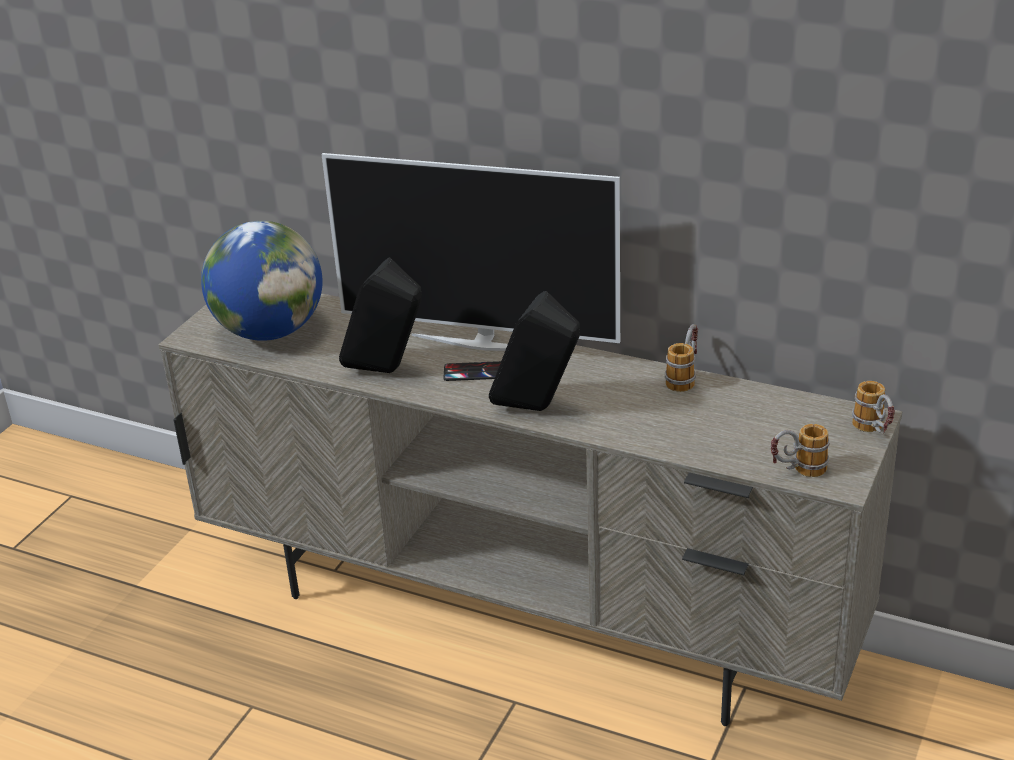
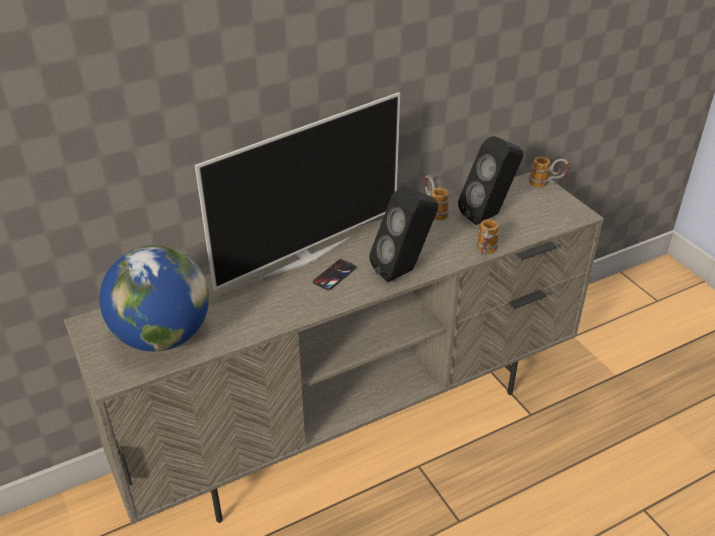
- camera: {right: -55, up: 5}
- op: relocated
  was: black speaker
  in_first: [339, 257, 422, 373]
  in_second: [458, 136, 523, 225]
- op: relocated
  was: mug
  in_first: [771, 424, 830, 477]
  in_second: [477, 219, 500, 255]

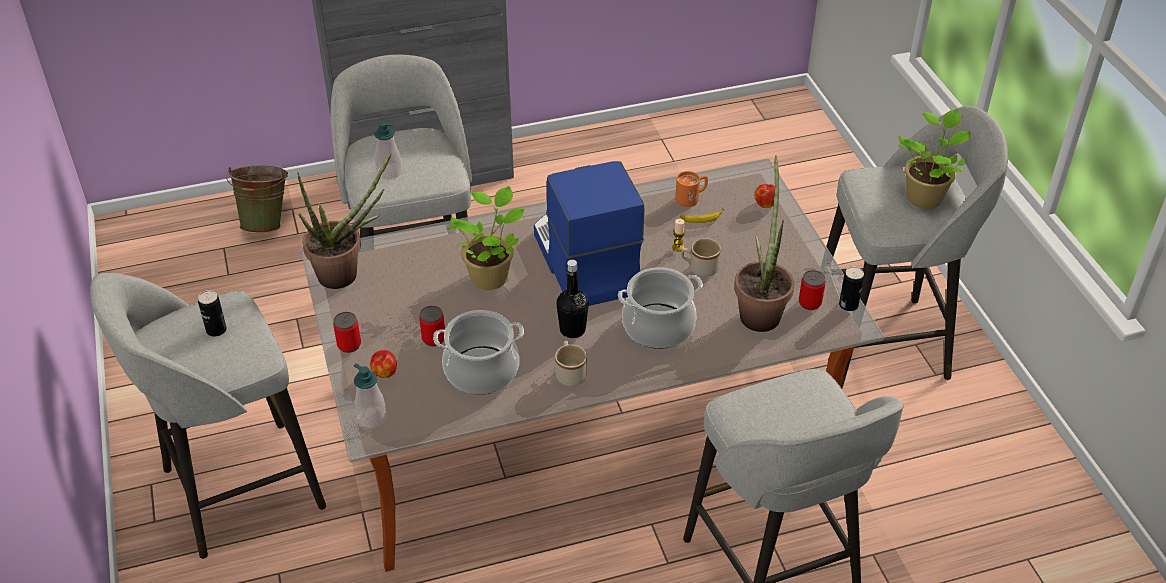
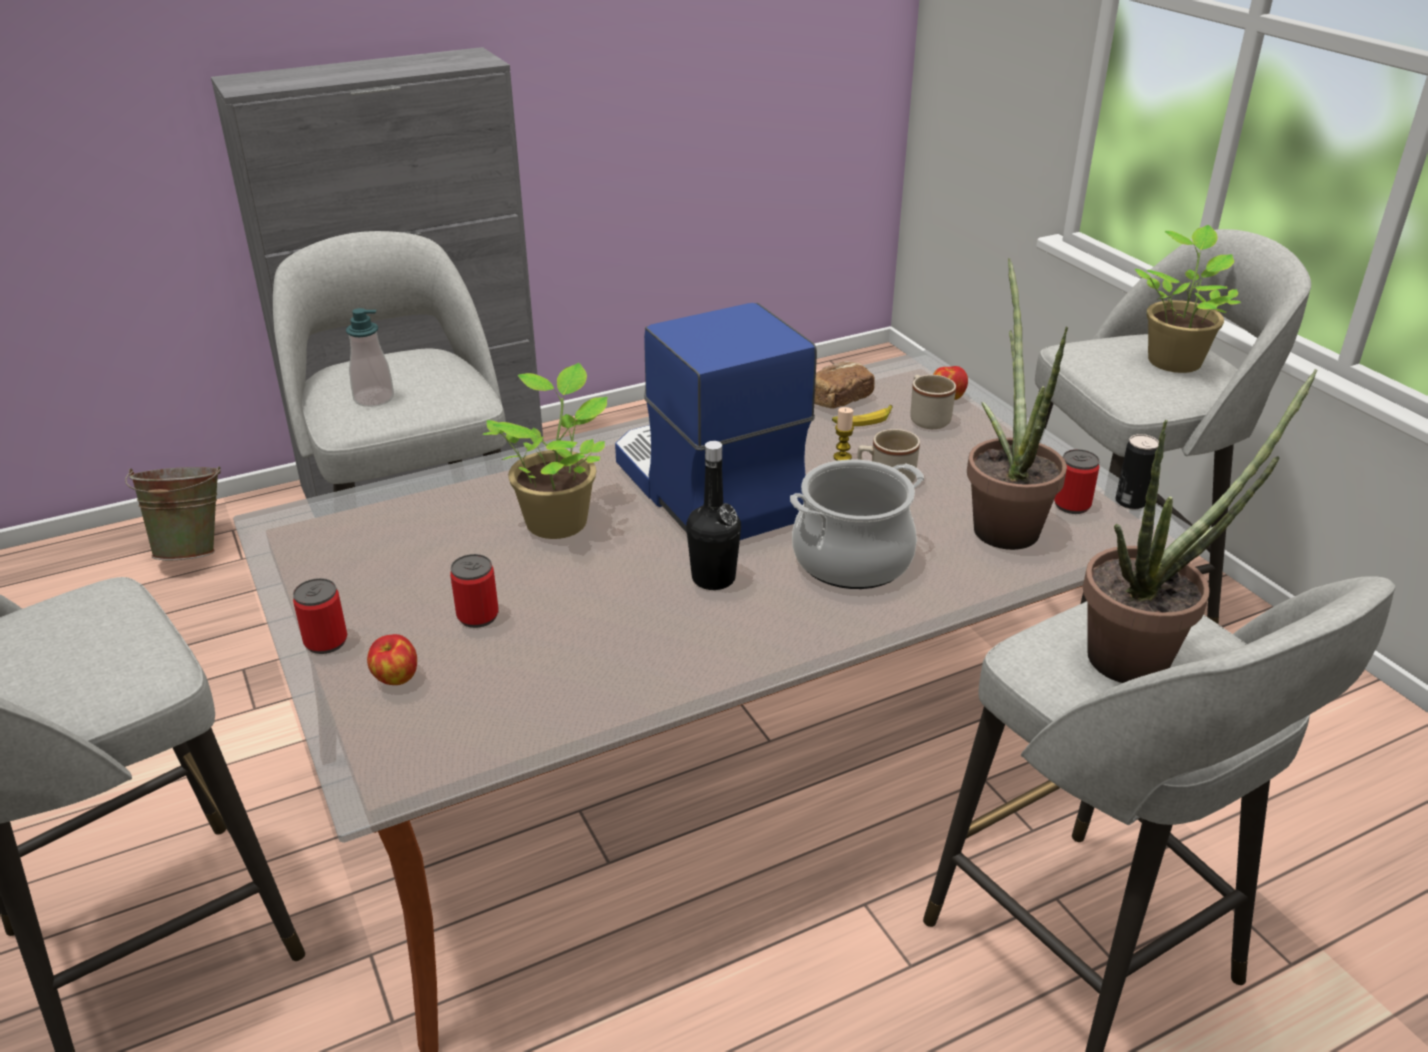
- camera: {right: -10, up: -10}
- op: missing
  was: can
  in_first: [198, 290, 227, 337]
- op: missing
  was: soap dispenser
  in_first: [353, 364, 387, 428]
- op: missing
  was: cooking pot
  in_first: [433, 310, 524, 395]
- op: relocated
  was: potted plant
  in_first: [297, 151, 392, 289]
  in_second: [1083, 369, 1317, 683]
- op: relocated
  was: beige mug
  in_first: [555, 341, 587, 386]
  in_second: [910, 375, 956, 429]
- op: exchanged
  was: orange mug
  now: bread
  in_first: [675, 171, 708, 207]
  in_second: [814, 361, 875, 409]

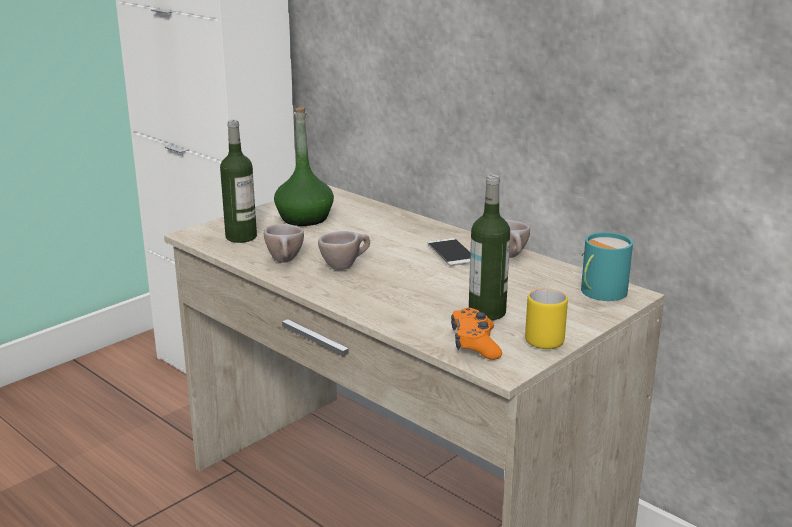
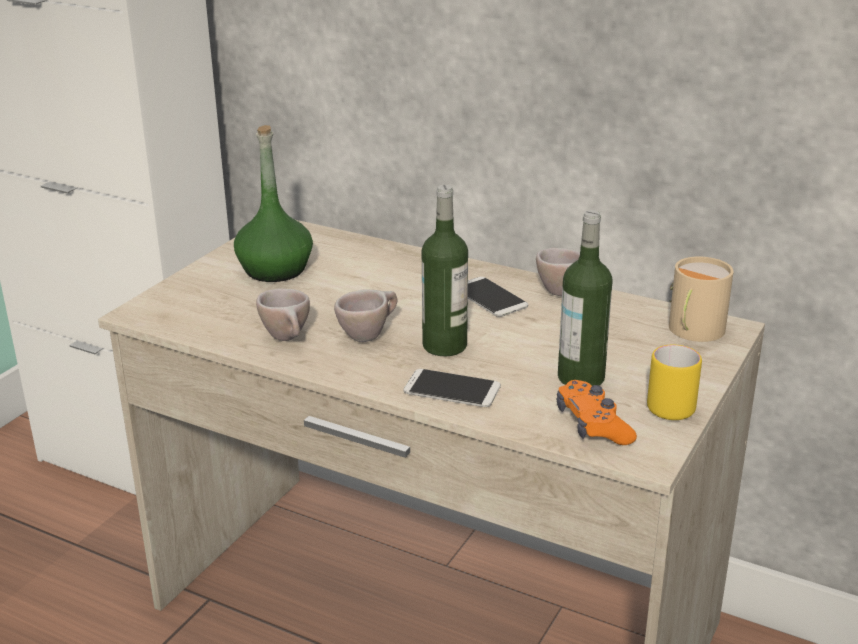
- camera: {right: -15, up: 5}
- op: appeared
  now: phone
  in_second: [403, 369, 501, 407]
- op: relocated
  was: bottle
  in_first: [220, 120, 257, 243]
  in_second: [422, 185, 468, 356]
- op: colour
  was: turquoise mug
  now: beige mug
  in_first: [581, 232, 633, 301]
  in_second: [669, 256, 734, 342]

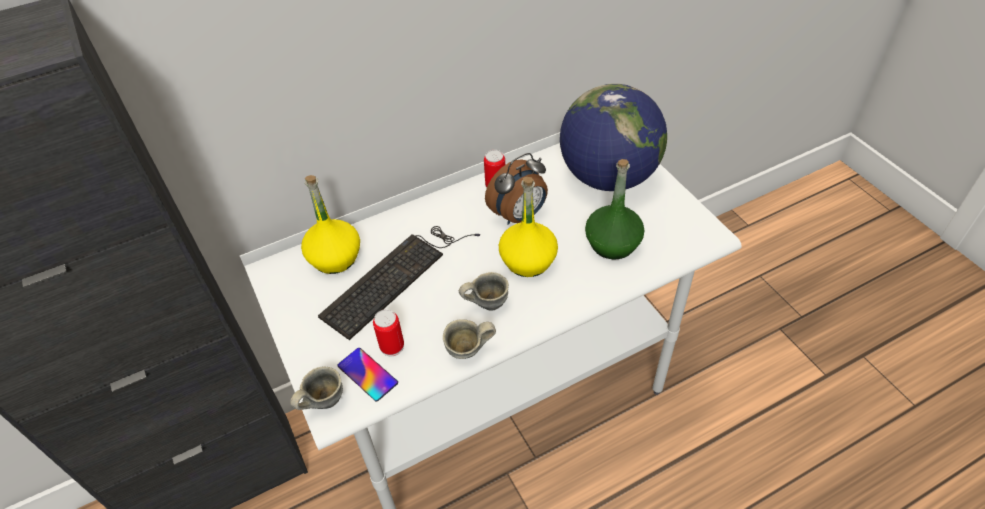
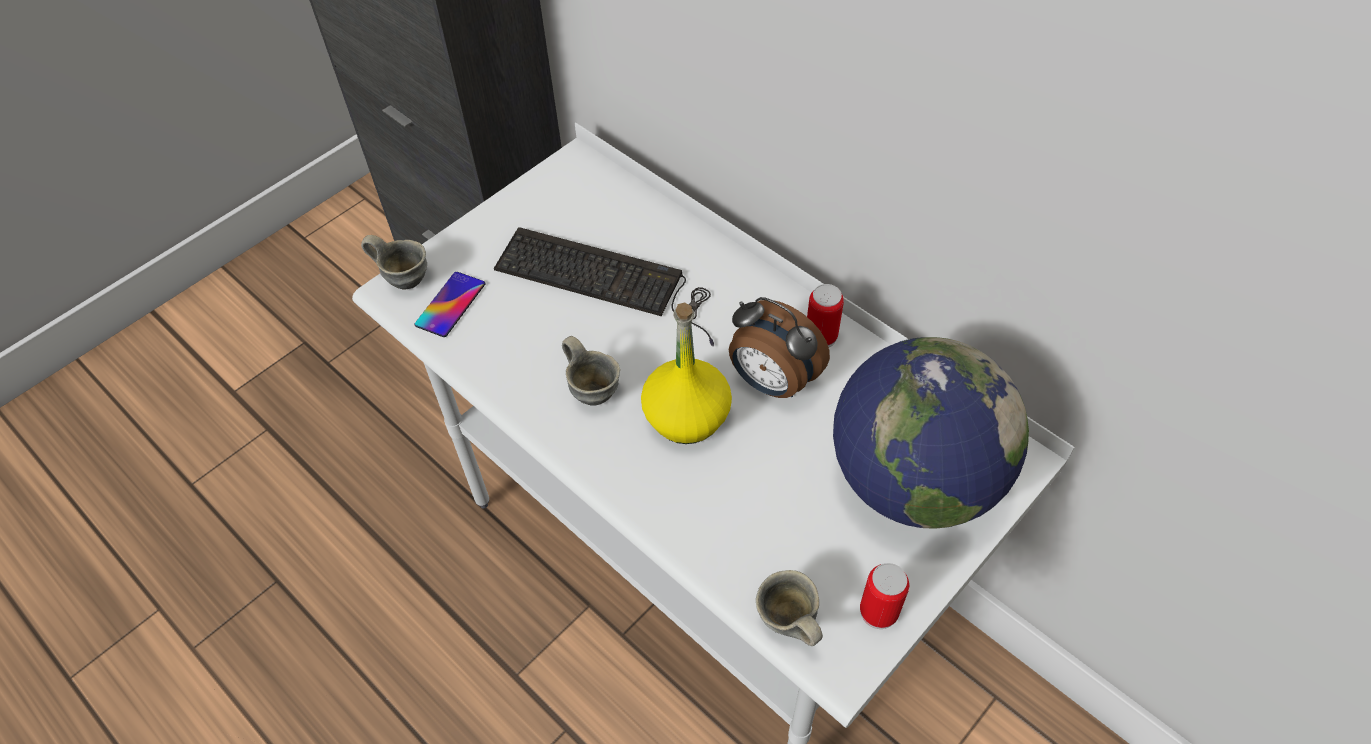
- camera: {right: 70, up: 5}
- op: missing
  was: yellow bottle
  in_first: [301, 175, 360, 274]
- op: missing
  was: green bottle
  in_first: [585, 159, 644, 260]
- op: relocated
  was: can
  in_first: [373, 309, 404, 356]
  in_second: [860, 563, 909, 629]
- op: relocated
  was: grey mug
  in_first: [443, 319, 496, 359]
  in_second: [756, 570, 823, 646]

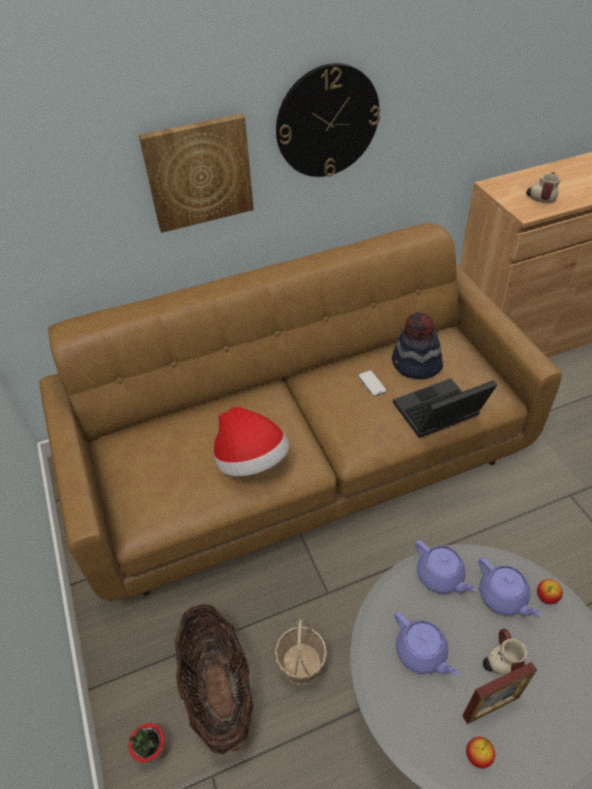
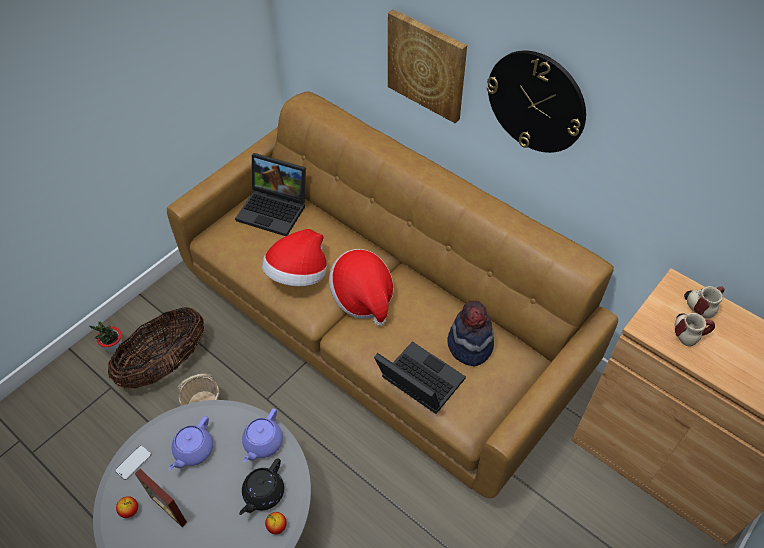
- camera: {right: 60, up: 5}
- op: appeared
  now: laptop
  in_second: [235, 153, 306, 236]
- op: appeared
  now: hat
  in_second: [329, 249, 394, 326]
- op: relocated
  was: phone
  in_first: [358, 370, 386, 396]
  in_second: [115, 445, 151, 480]
- op: relocated
  was: mug
  in_first: [483, 629, 527, 675]
  in_second: [684, 286, 725, 319]
- op: colour
  was: purple teapot
  now: black teapot
  in_first: [479, 557, 542, 616]
  in_second: [239, 458, 284, 515]

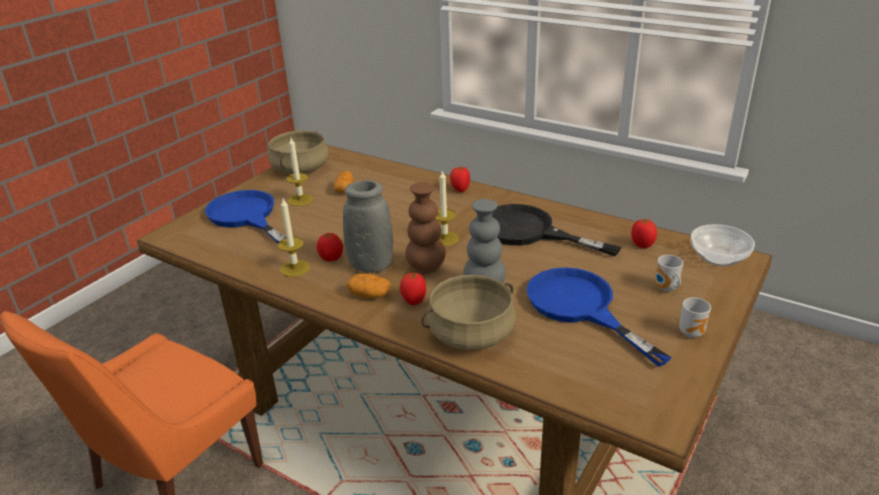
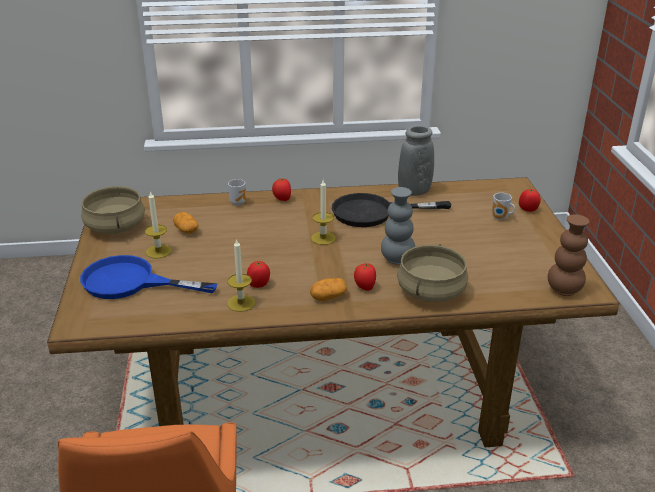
- camera: {right: -40, up: 0}
- op: missing
  was: blue frying pan
  in_first: [526, 267, 672, 367]
- op: missing
  was: bowl
  in_first: [691, 224, 755, 266]
- op: relocated
  was: grey vase
  in_first: [343, 180, 393, 273]
  in_second: [398, 126, 434, 196]
- op: relocated
  was: brown vase
  in_first: [405, 182, 446, 273]
  in_second: [548, 214, 590, 296]
- op: relocated
  was: tomato
  in_first: [631, 219, 657, 248]
  in_second: [519, 189, 541, 212]
- op: relocated
  was: mug
  in_first: [679, 297, 711, 338]
  in_second: [228, 179, 246, 206]

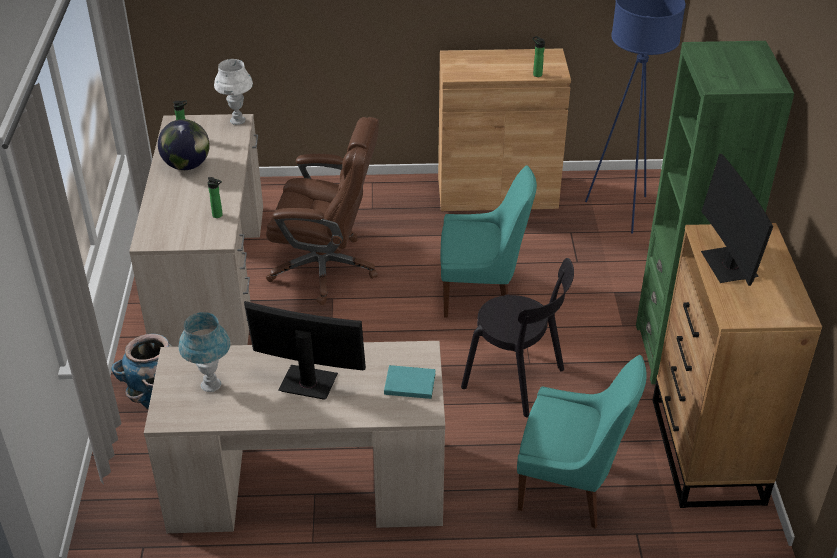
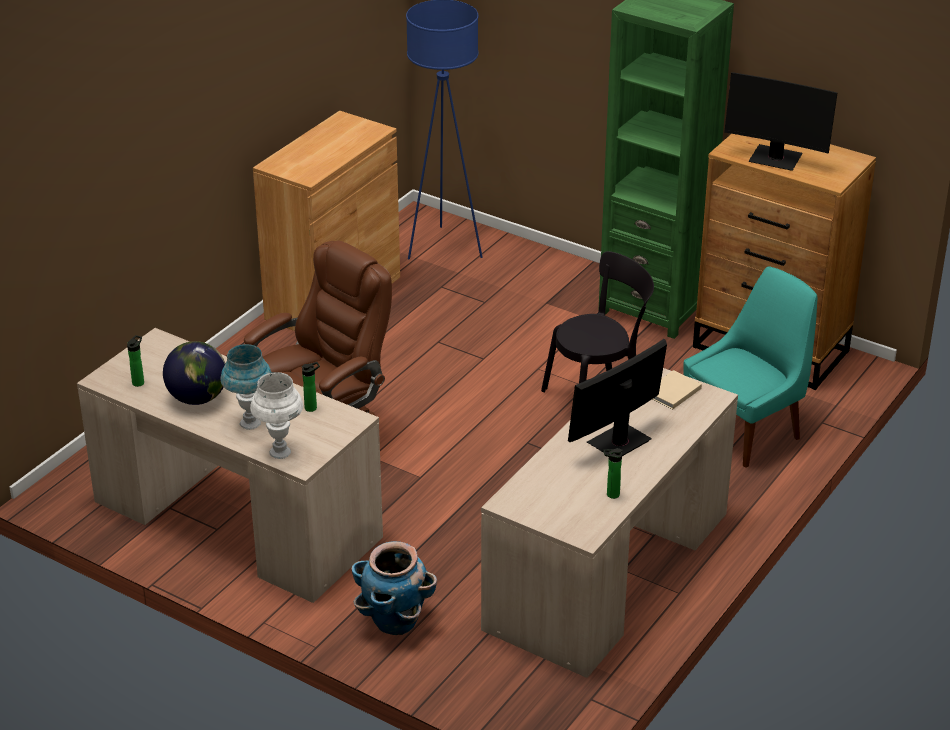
- camera: {right: -55, up: -5}
- op: missing
  was: turquoise chair
  in_first: [440, 165, 537, 318]
- op: relocated
  was: blue table lamp
  in_first: [179, 312, 230, 392]
  in_second: [221, 344, 272, 430]
- op: relocated
  was: white table lamp
  in_first: [214, 59, 253, 125]
  in_second: [250, 372, 303, 459]
- op: relocated
  was: bottle
  in_first: [532, 36, 545, 77]
  in_second: [604, 448, 623, 499]
- op: colour
  was: turquoise book
  now: beige book
  in_first: [384, 365, 436, 399]
  in_second: [653, 370, 702, 409]

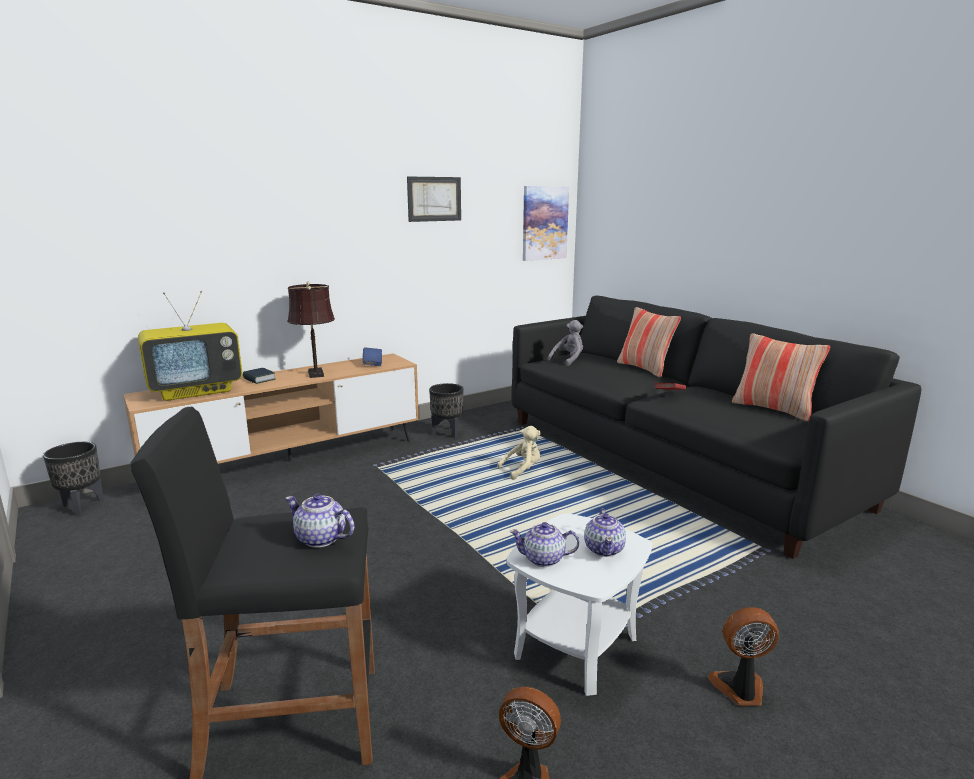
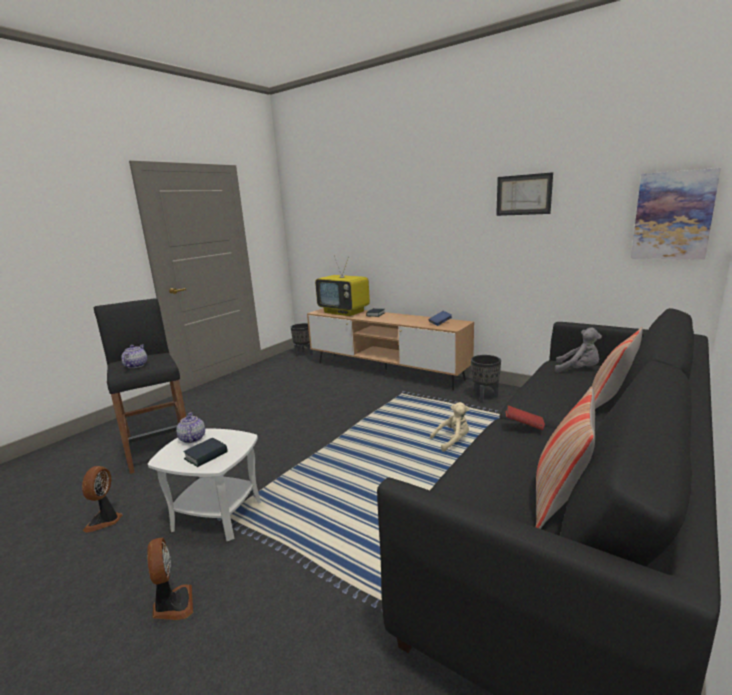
- camera: {right: 70, up: 0}
- op: missing
  was: brown table lamp
  in_first: [287, 282, 335, 378]
- op: exchanged
  was: teapot
  now: book
  in_first: [584, 509, 626, 557]
  in_second: [183, 438, 228, 467]
- op: spun
  was: beige plush toy
  in_first: [497, 426, 541, 480]
  in_second: [430, 402, 469, 451]
  clockwise: -60

